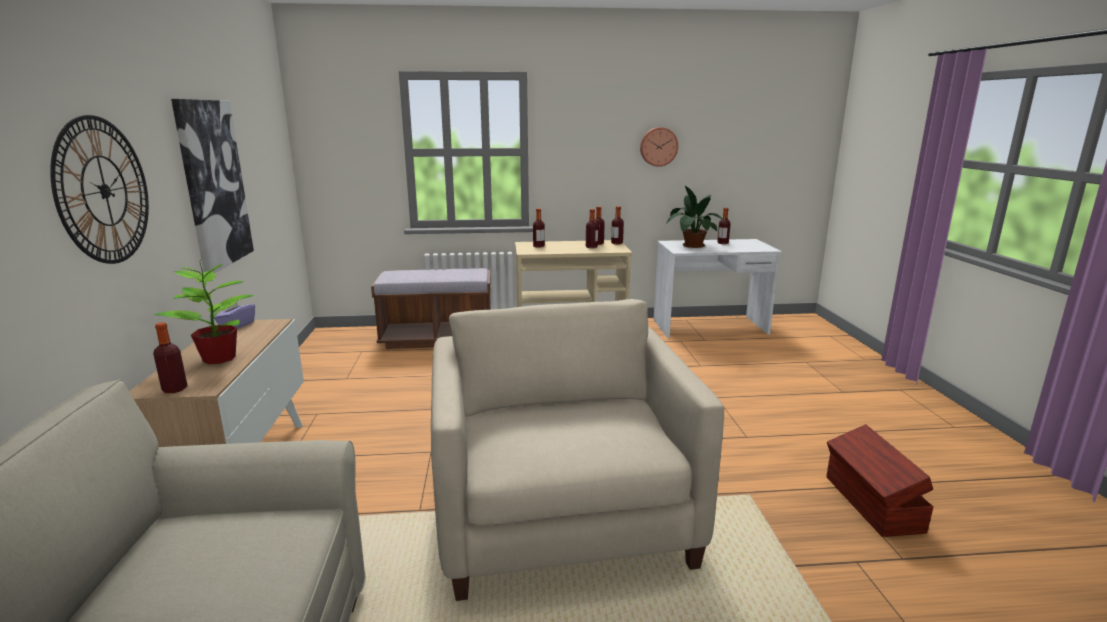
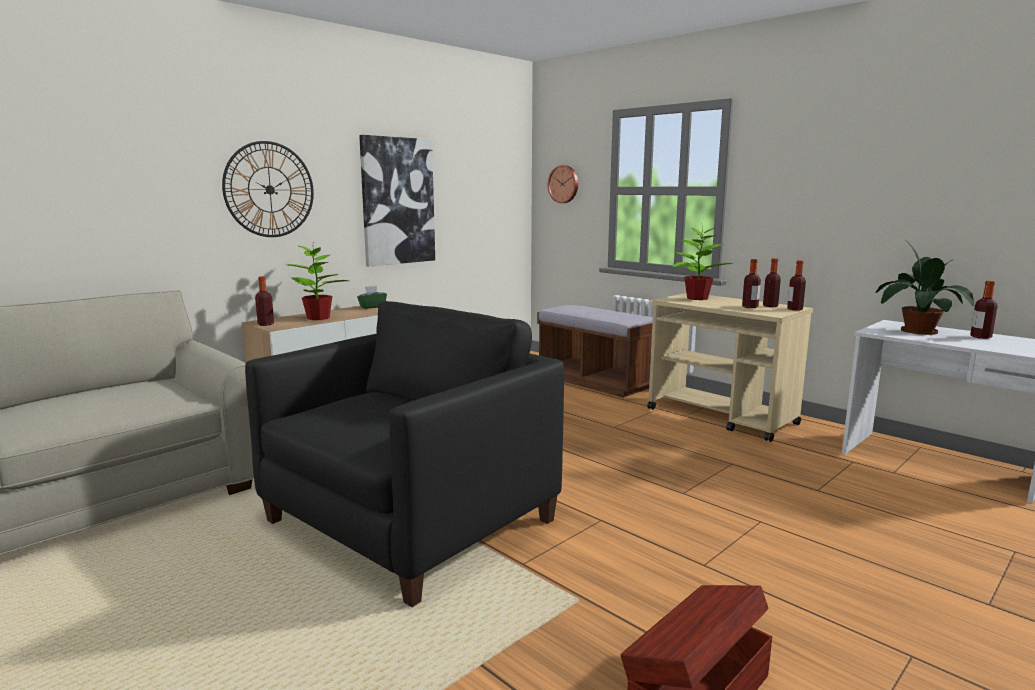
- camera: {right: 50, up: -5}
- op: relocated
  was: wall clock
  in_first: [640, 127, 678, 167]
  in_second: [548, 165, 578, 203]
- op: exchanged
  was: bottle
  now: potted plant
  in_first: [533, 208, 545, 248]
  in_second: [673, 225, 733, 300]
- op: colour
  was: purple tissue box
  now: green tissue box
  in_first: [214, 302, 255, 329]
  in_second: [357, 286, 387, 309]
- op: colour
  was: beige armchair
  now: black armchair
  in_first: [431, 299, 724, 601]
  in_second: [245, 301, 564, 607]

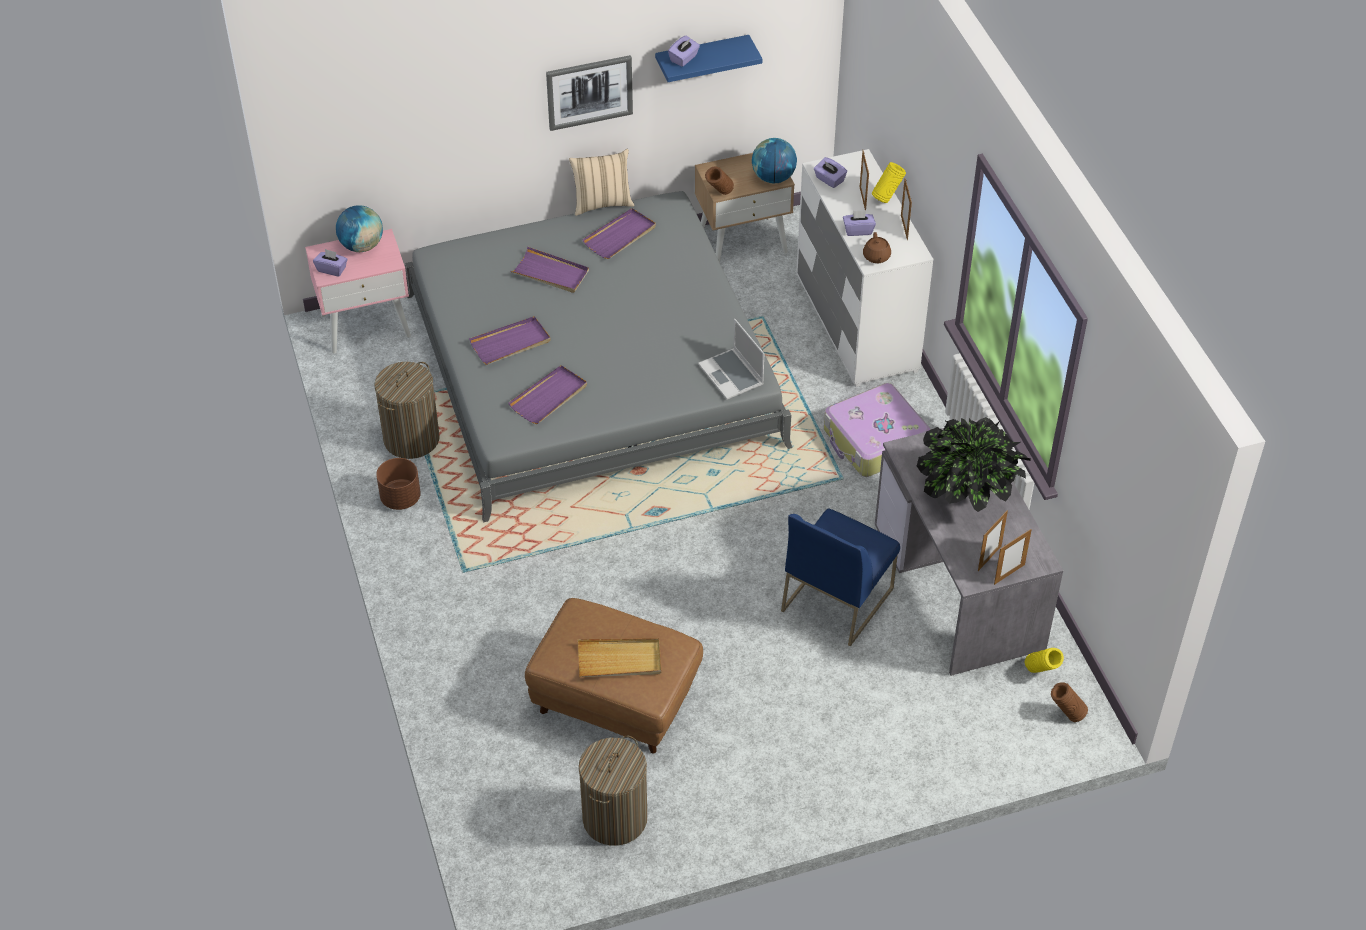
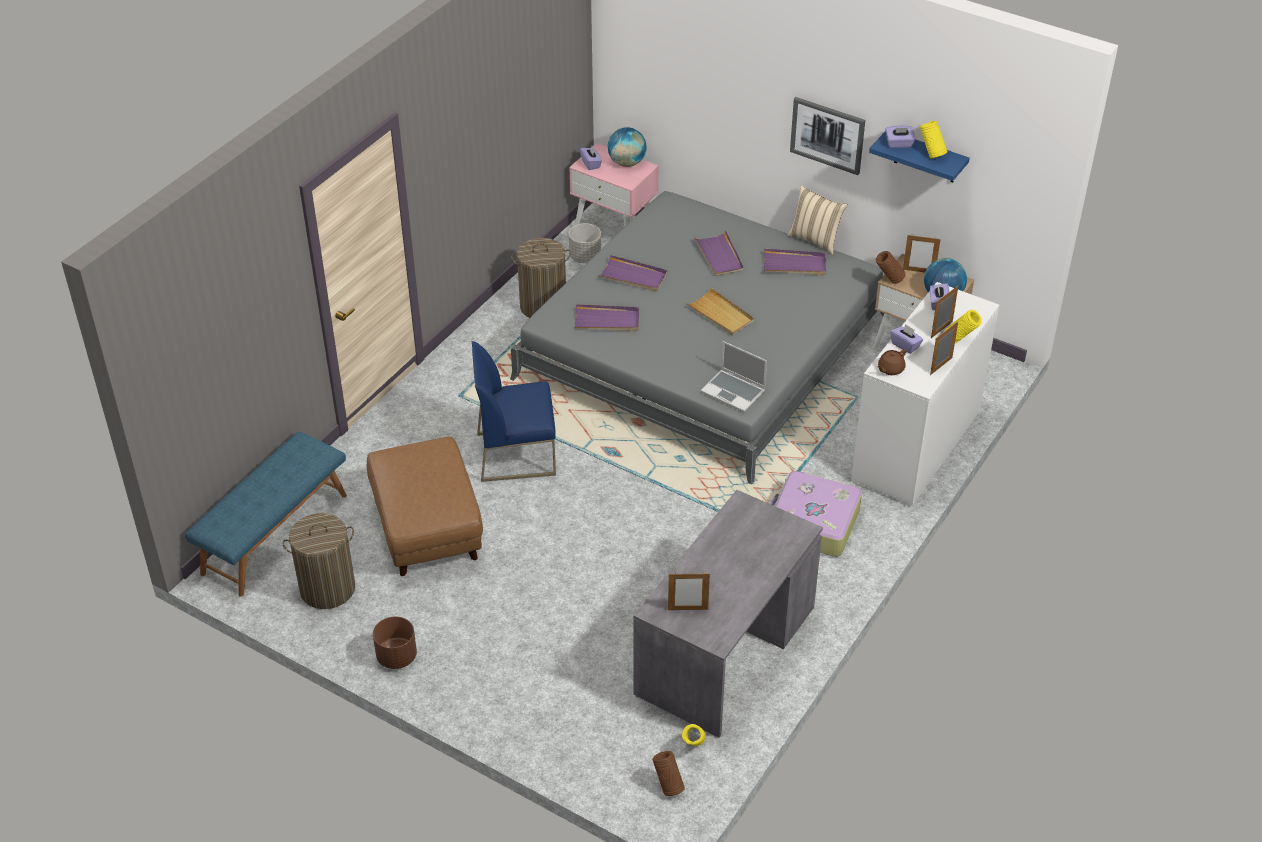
- camera: {right: 50, up: -5}
- op: missing
  was: potted plant
  in_first: [917, 417, 1031, 512]
- op: appeared
  now: blue bench
  in_second: [185, 432, 347, 597]
- op: appeared
  now: grey planter
  in_second: [569, 223, 601, 263]
- op: appeared
  now: yellow vase
  in_second: [920, 121, 948, 158]
- op: relocated
  was: brown planter
  in_first: [376, 458, 421, 510]
  in_second: [373, 617, 417, 669]
- op: relocated
  was: beige tray
  in_first: [578, 638, 661, 677]
  in_second: [686, 287, 754, 335]
- op: relocated
  was: blue chair
  in_first: [781, 508, 900, 646]
  in_second: [472, 341, 556, 482]
- op: relocated
  was: picture frame
  in_first: [994, 529, 1032, 585]
  in_second: [903, 235, 940, 272]
- op: spun
  was: laptop
  in_first: [698, 319, 764, 400]
  in_second: [701, 341, 767, 412]
  clockwise: -75

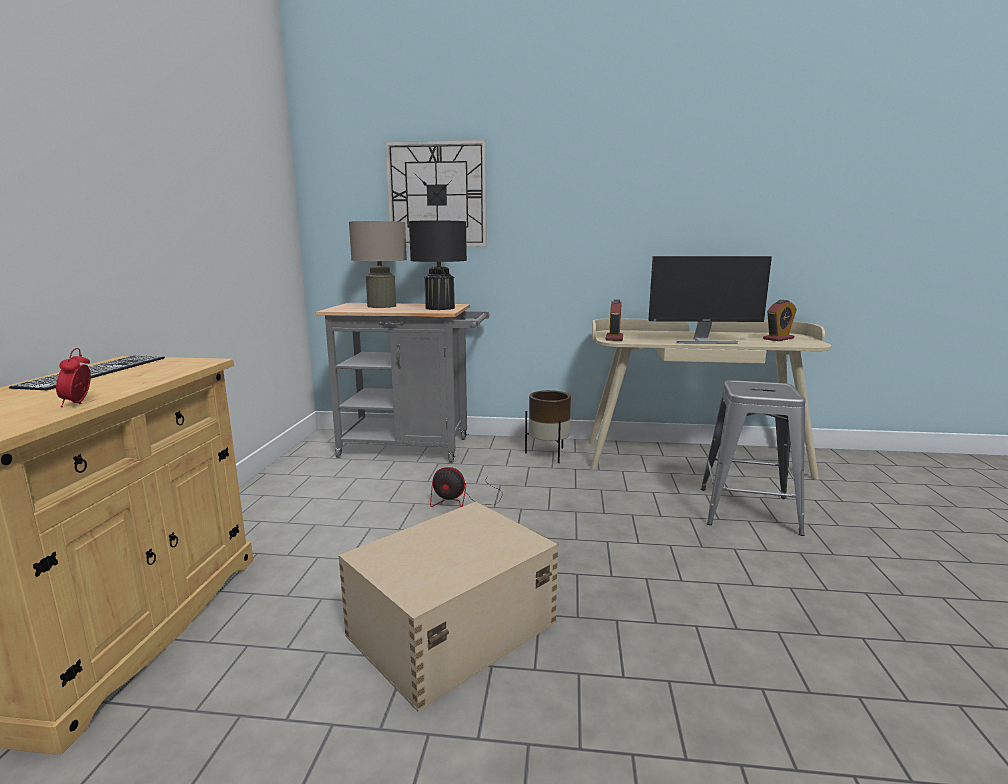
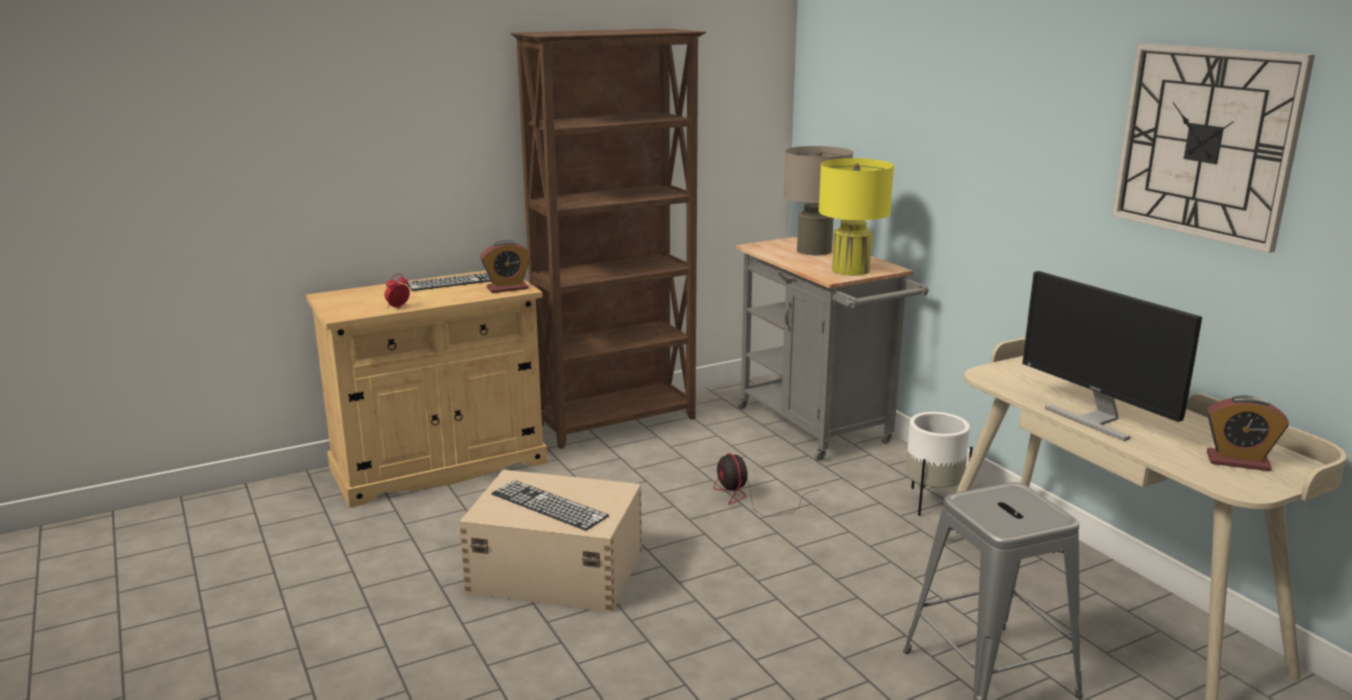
- camera: {right: 55, up: 5}
- op: appeared
  now: keyboard
  in_second: [491, 480, 609, 531]
- op: appeared
  now: brown bookcase
  in_second: [510, 28, 706, 449]
- op: relocated
  was: wall clock
  in_first: [385, 140, 487, 247]
  in_second: [1112, 43, 1315, 253]
- op: relocated
  was: alarm clock
  in_first: [605, 299, 623, 341]
  in_second: [480, 240, 531, 293]
- op: colour
  was: black table lamp
  now: yellow table lamp
  in_first: [409, 220, 467, 310]
  in_second: [819, 158, 894, 276]
- op: colour
  was: brown planter
  now: white planter
  in_first: [525, 390, 571, 463]
  in_second: [906, 412, 973, 516]

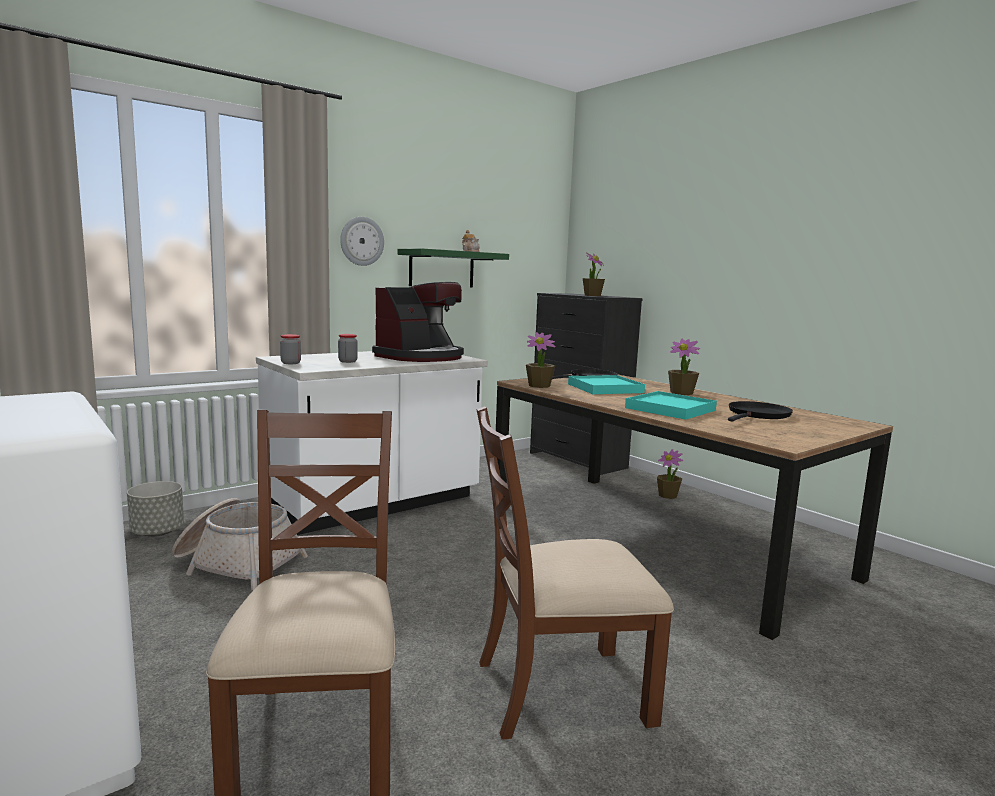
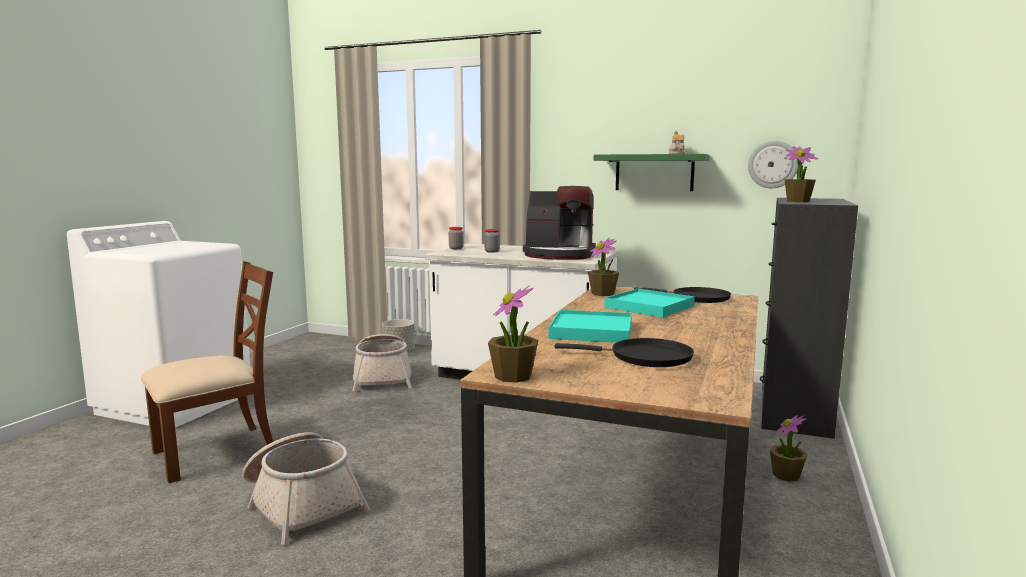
- camera: {right: 60, up: 0}
- op: relocated
  was: wall clock
  in_first: [340, 217, 384, 266]
  in_second: [748, 140, 798, 188]
- op: relocated
  was: potted plant
  in_first: [668, 338, 700, 395]
  in_second: [488, 285, 538, 383]
- op: exchanged
  was: brown chair
  now: basket
  in_first: [476, 406, 674, 740]
  in_second: [242, 432, 370, 545]

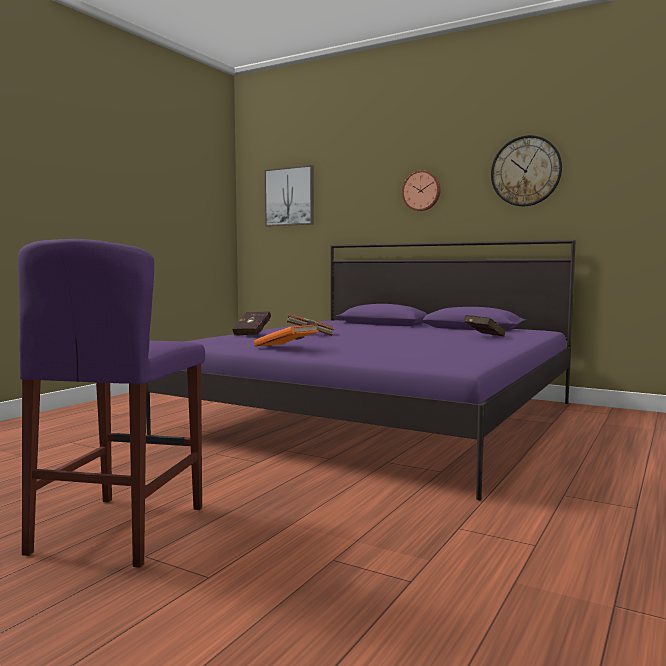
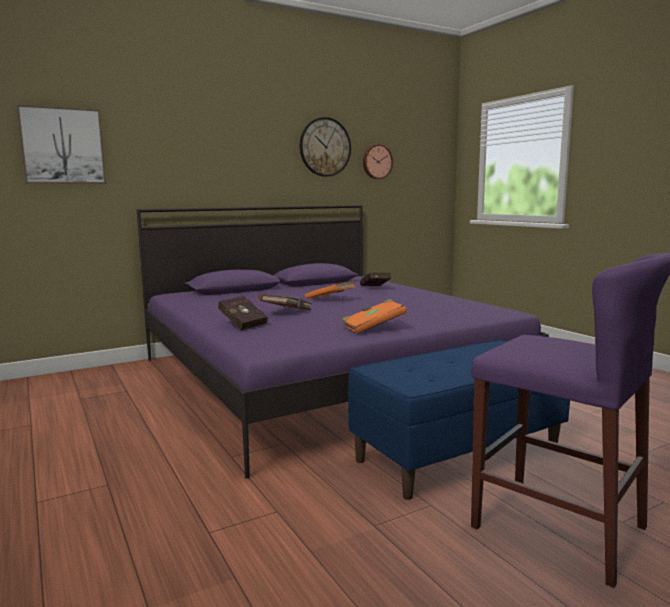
- camera: {right: -60, up: 5}
- op: appeared
  now: orange book
  in_second: [305, 281, 356, 299]
- op: appeared
  now: blue bench
  in_second: [348, 340, 570, 500]
- op: relocated
  was: wall clock
  in_first: [402, 170, 441, 211]
  in_second: [363, 144, 393, 179]

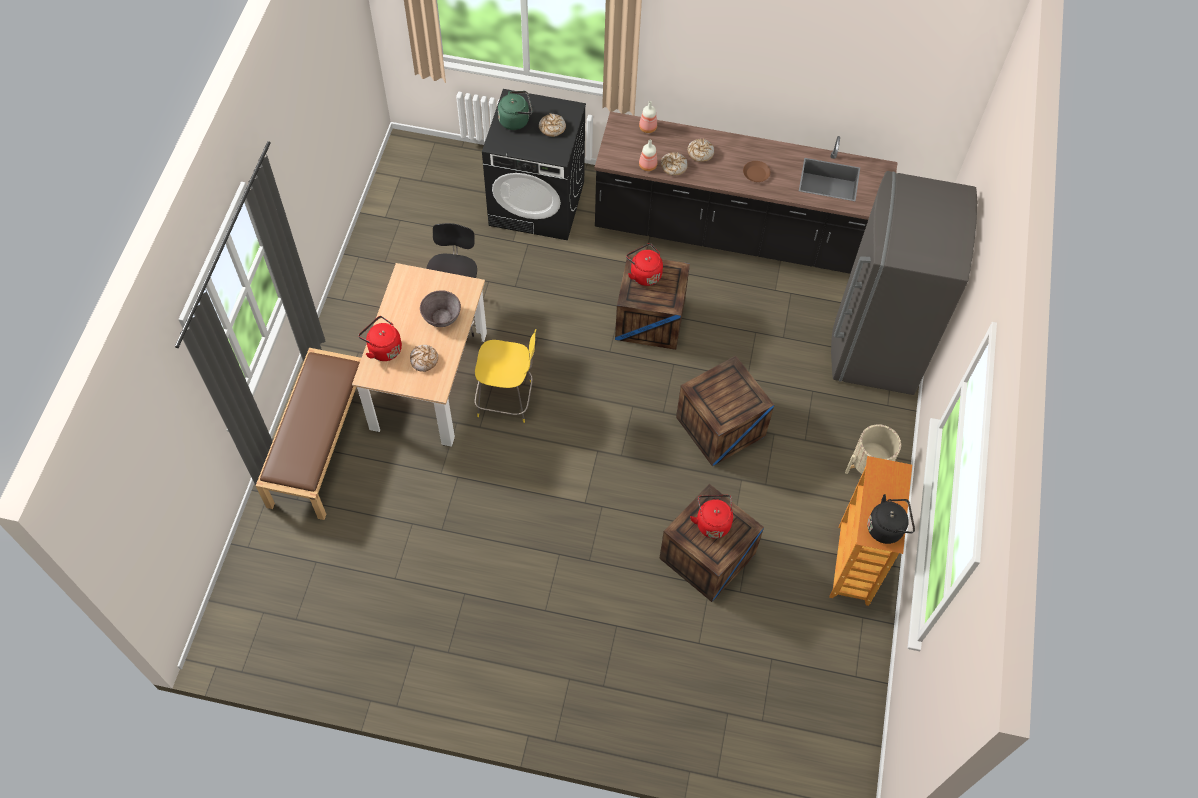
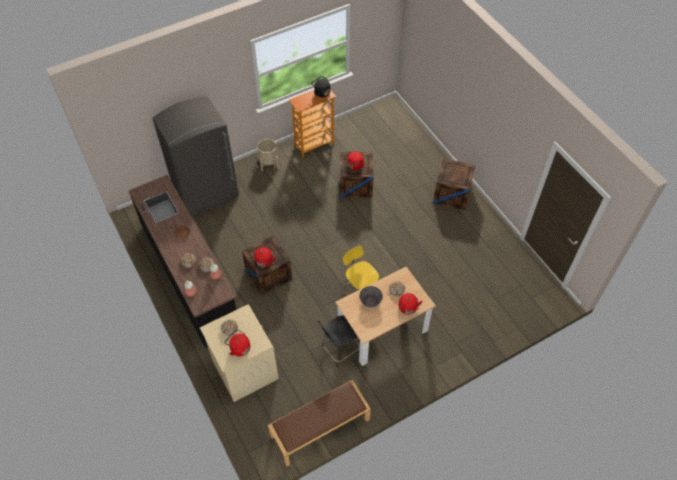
- camera: {right: -130, up: -5}
- op: relocated
  was: brown bench
  in_first: [256, 348, 361, 520]
  in_second: [268, 380, 371, 467]
- op: relocated
  was: crate
  in_first: [676, 356, 774, 466]
  in_second: [433, 158, 475, 210]
- op: colour
  was: black washing machine
  now: beige washing machine
  in_first: [482, 89, 586, 240]
  in_second: [200, 304, 279, 402]
- op: colour
  was: green kettle
  now: red kettle
  in_first: [498, 91, 533, 130]
  in_second: [225, 329, 250, 356]

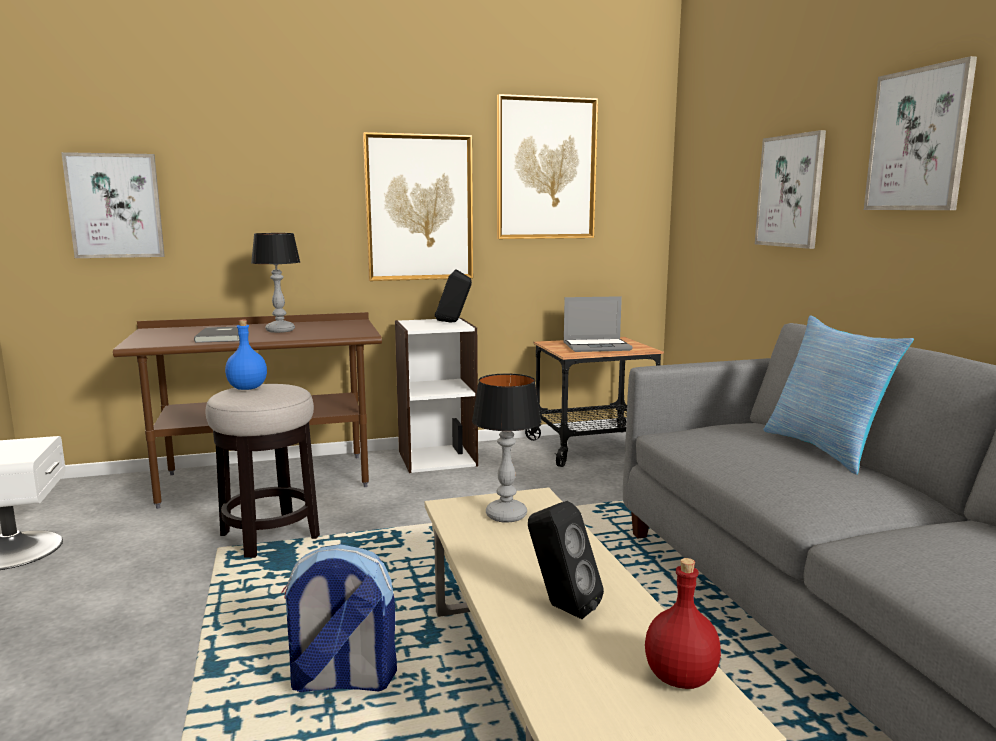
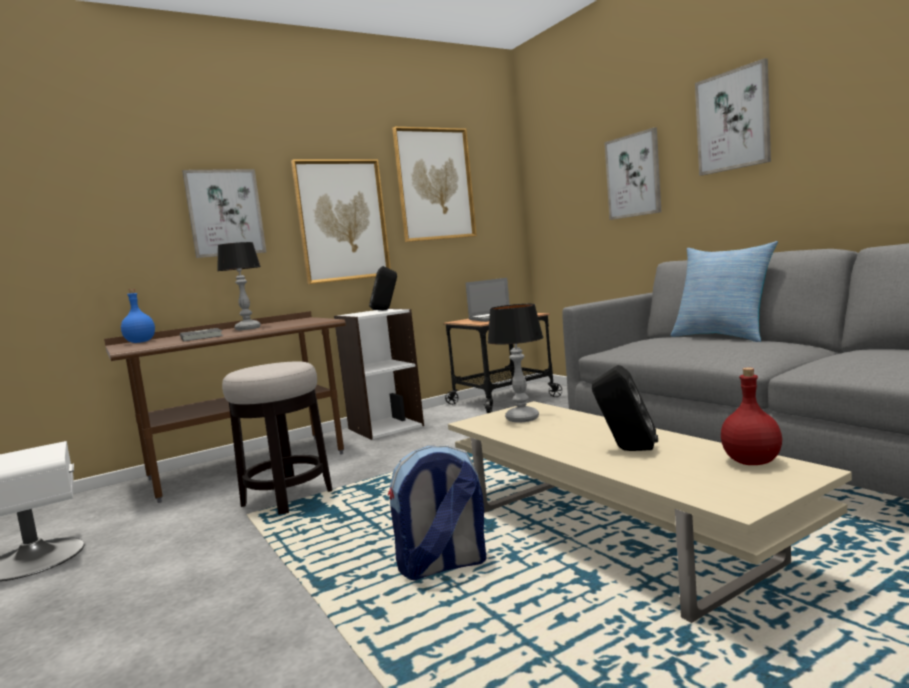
- camera: {right: -15, up: -5}
- op: relocated
  was: picture
  in_first: [61, 152, 165, 258]
  in_second: [182, 169, 266, 258]
- op: relocated
  was: blue bottle
  in_first: [225, 320, 267, 390]
  in_second: [121, 289, 155, 343]

